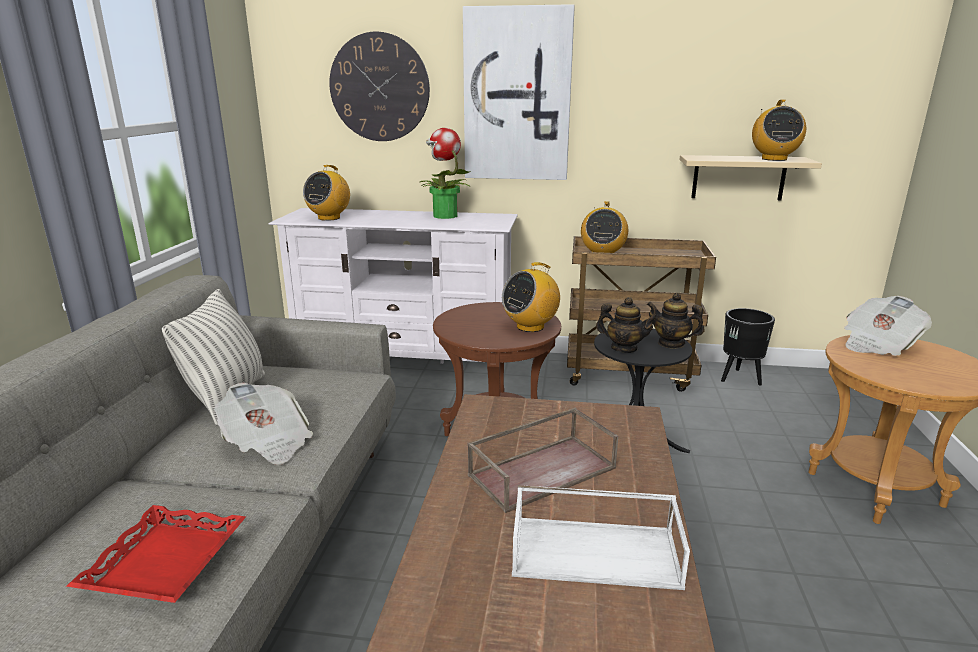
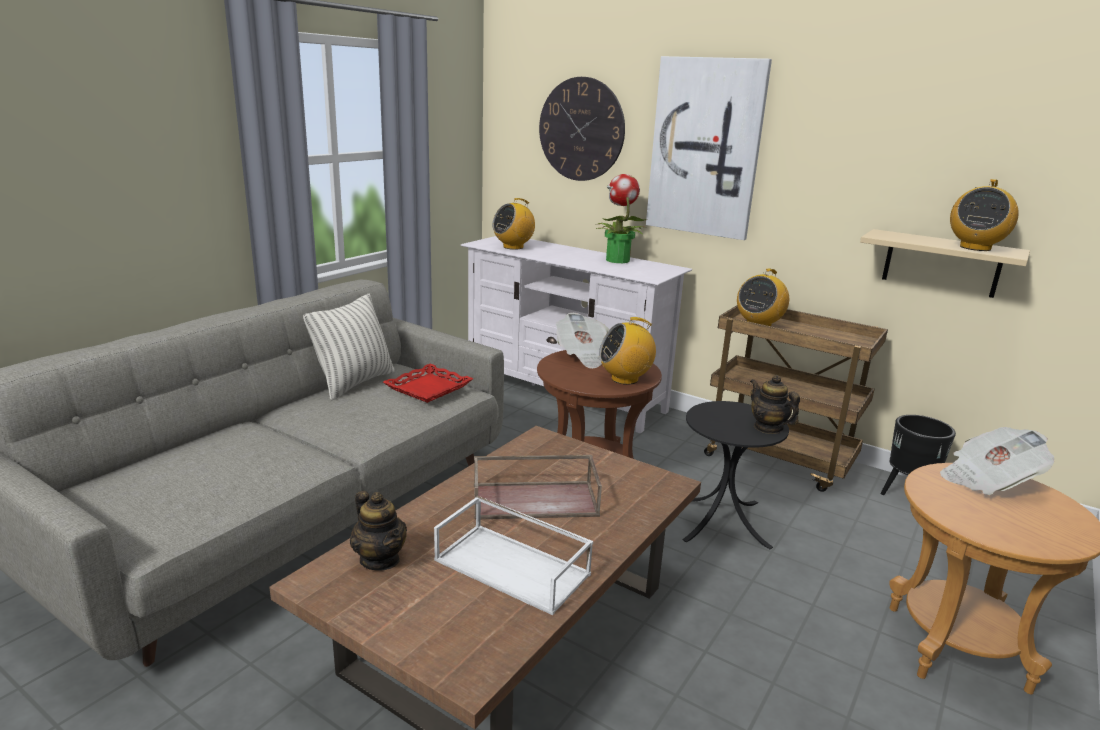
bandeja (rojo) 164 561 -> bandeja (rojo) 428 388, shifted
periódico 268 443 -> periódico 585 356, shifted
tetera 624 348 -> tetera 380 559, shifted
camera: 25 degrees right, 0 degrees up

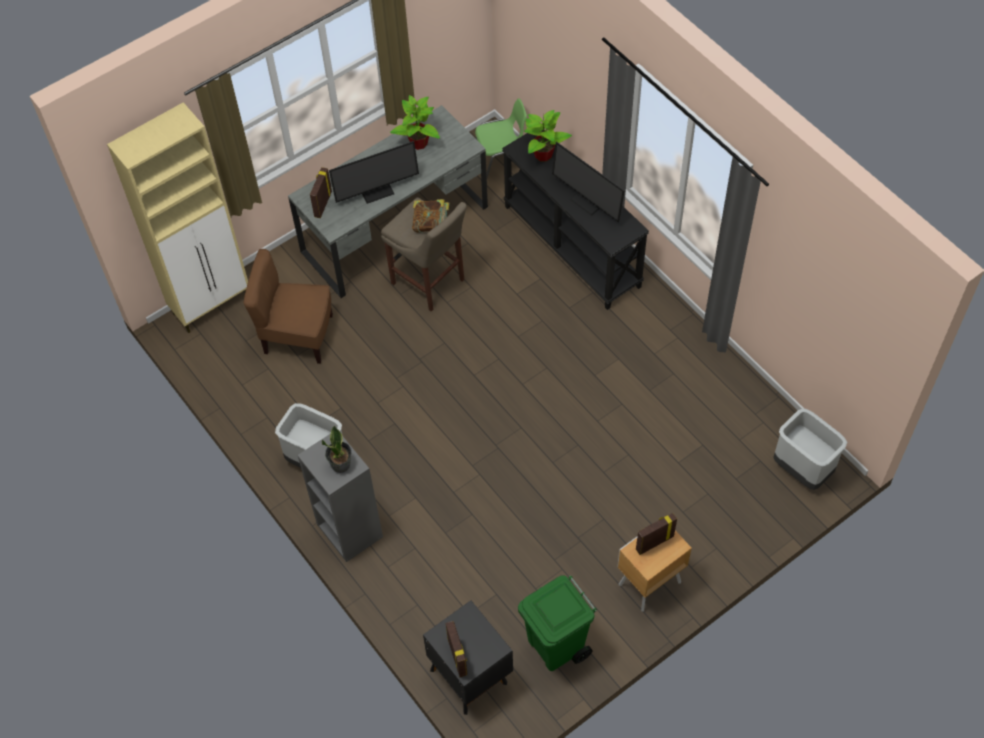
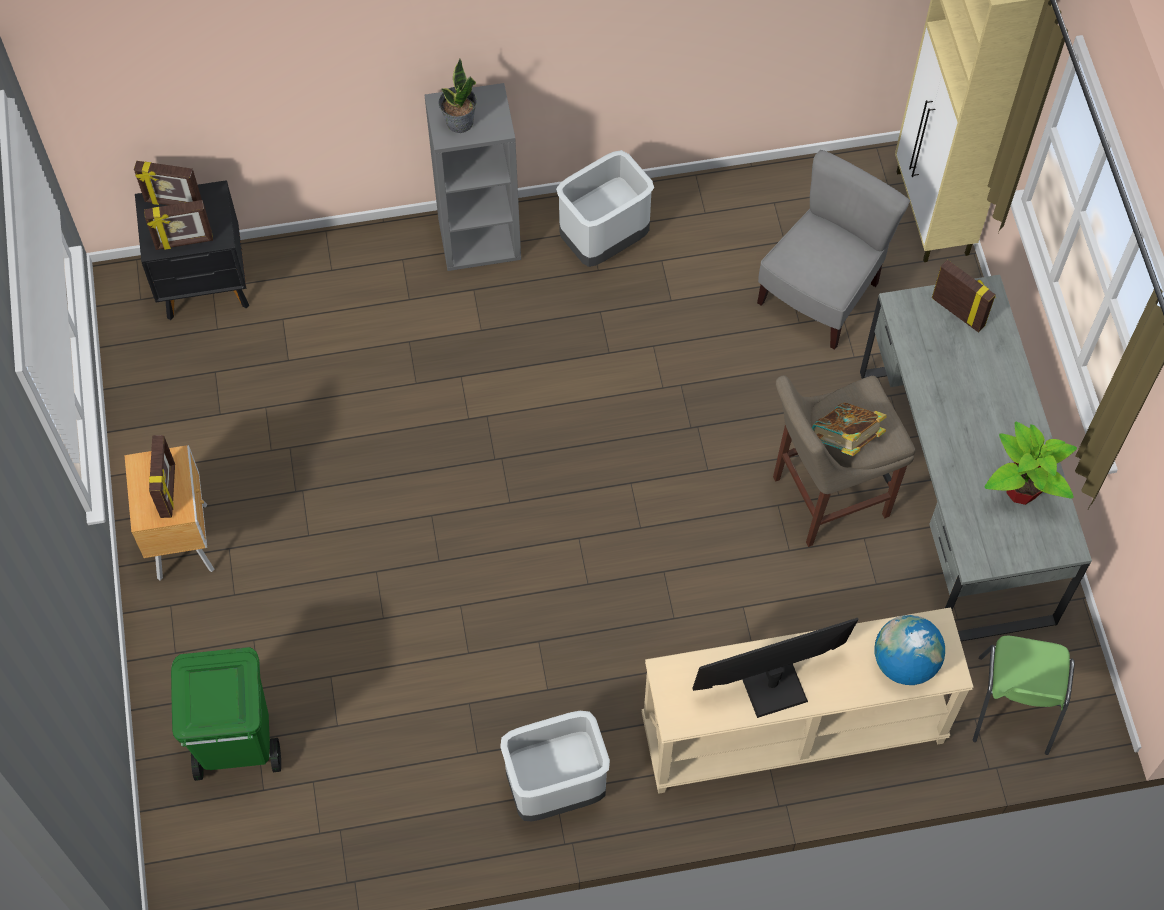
monitor 375 189 -> none
none -> portarretratos 184 242
papelera (verde) 556 646 -> papelera (verde) 237 745, shifted
papelera (gris) 803 469 -> papelera (gris) 555 790, shifted
planta en maceta 543 154 -> globo terráqueo 904 662
silla (marrón) 298 336 -> silla (gris) 820 295
mesa consola (negro) 573 246 -> mesa consola (beis) 792 733
camera: 115 degrees right, 5 degrees up

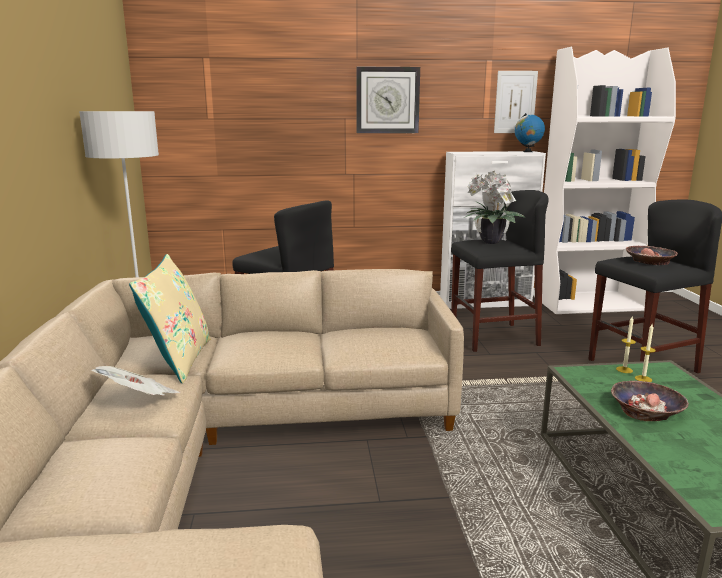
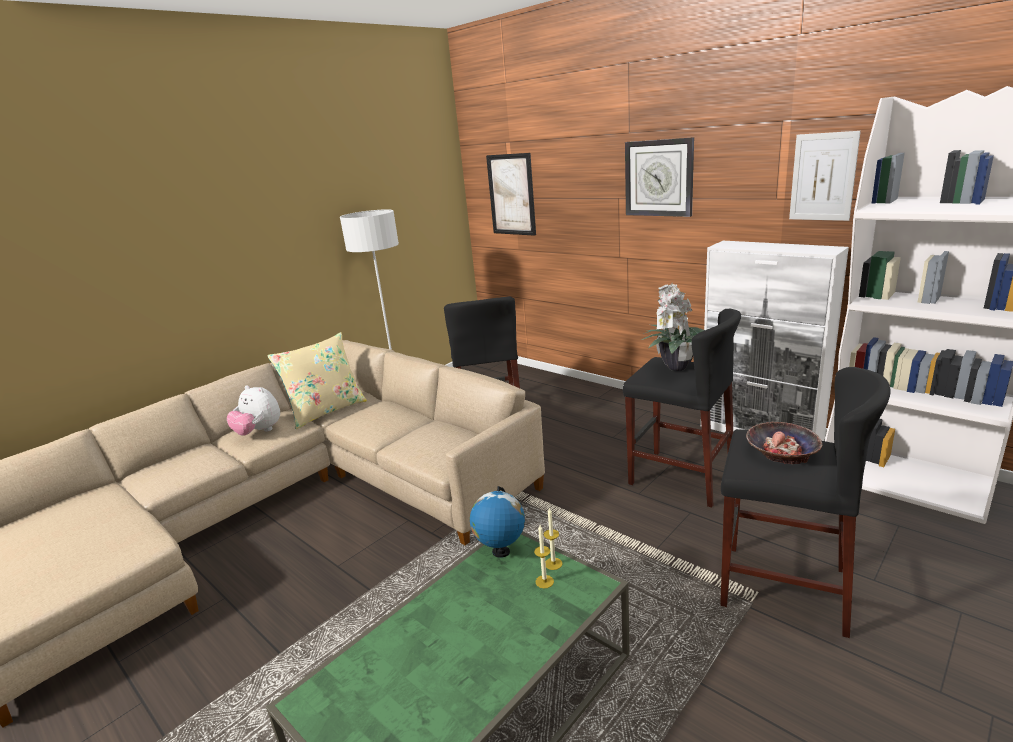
cuenco 646 409 -> none
none -> cuadro 511 195
globo terráqueo 527 152 -> globo terráqueo 500 552, shifted
periódico 139 399 -> peluche 259 432
camera: 50 degrees right, 5 degrees up

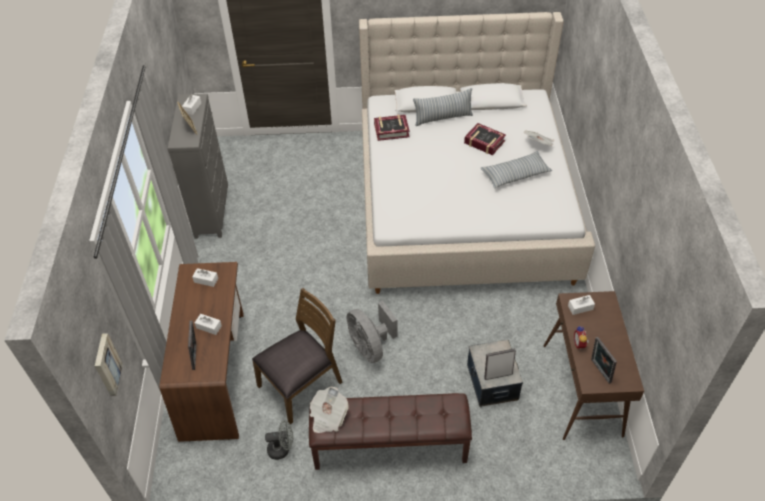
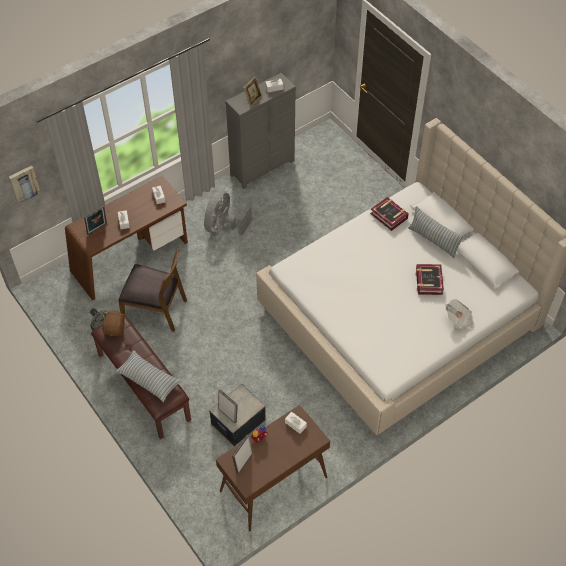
ventilador (gris) 370 346 -> ventilador (gris) 224 226, shifted
cojín 515 174 -> cojín 149 379, shifted
periódico 328 416 -> peluche (marrón) 115 328
camera: 55 degrees right, 5 degrees up

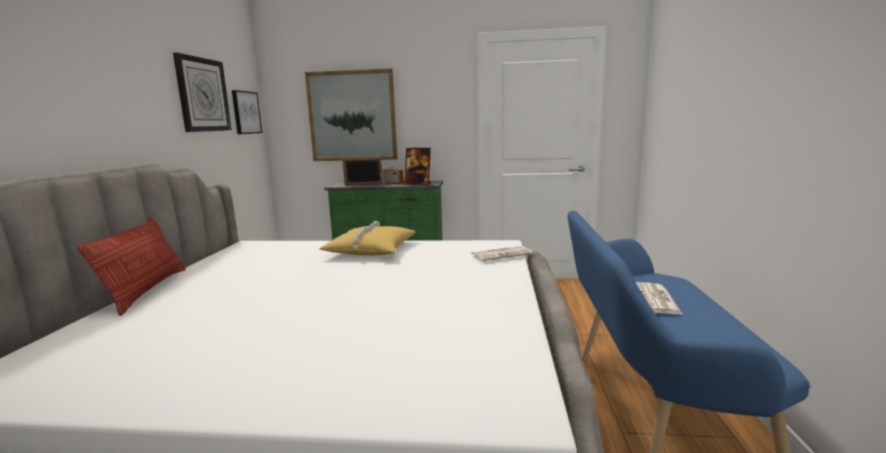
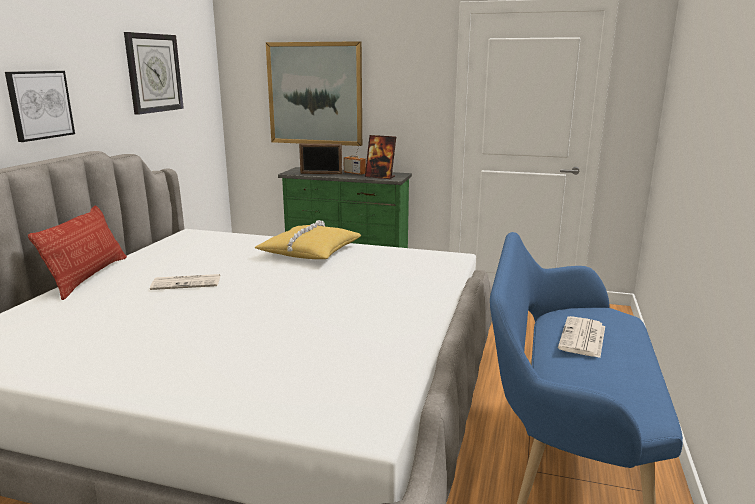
cuadro 246 112 -> cuadro 39 105, shifted
periódico 501 254 -> periódico 187 283, shifted
camera: 10 degrees right, 5 degrees up

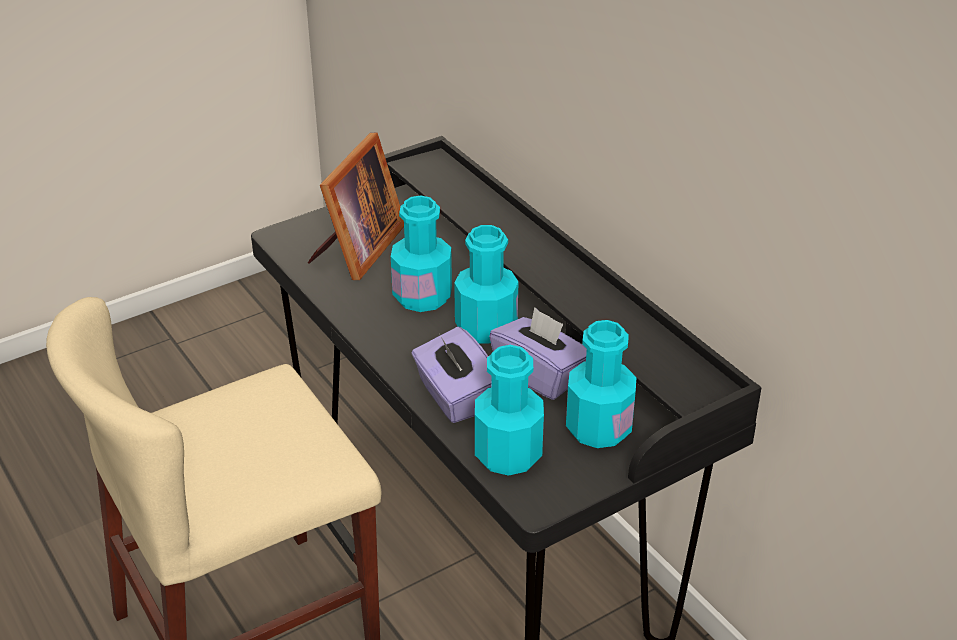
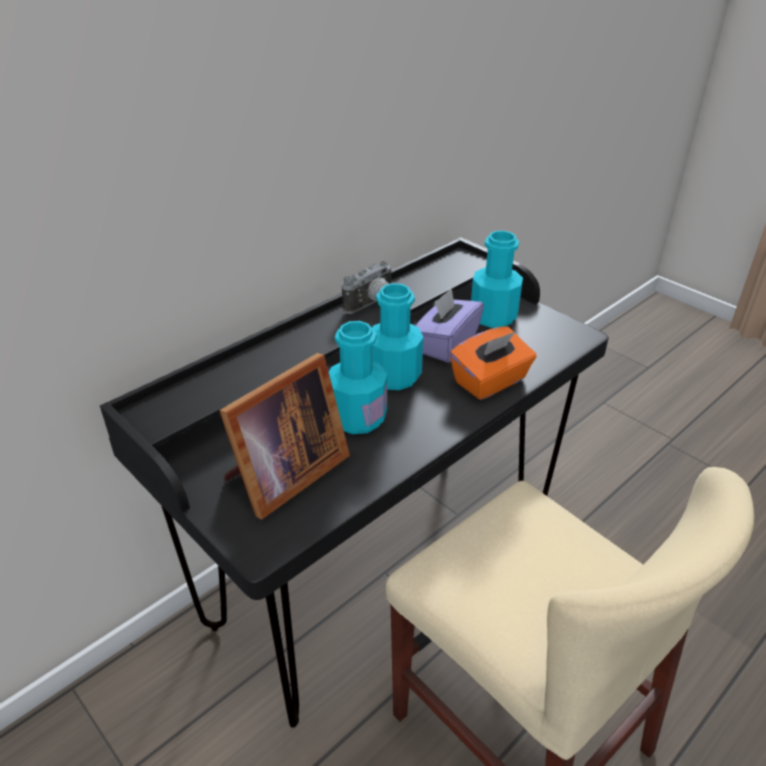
botella (turquesa) 508 454 -> none
none -> cámara 373 304
caja de pañuelos (morado) 455 397 -> caja de pañuelos (naranja) 490 381
portarretratos 357 250 -> portarretratos 283 476, 120 degrees clockwise
camera: 100 degrees left, 0 degrees up

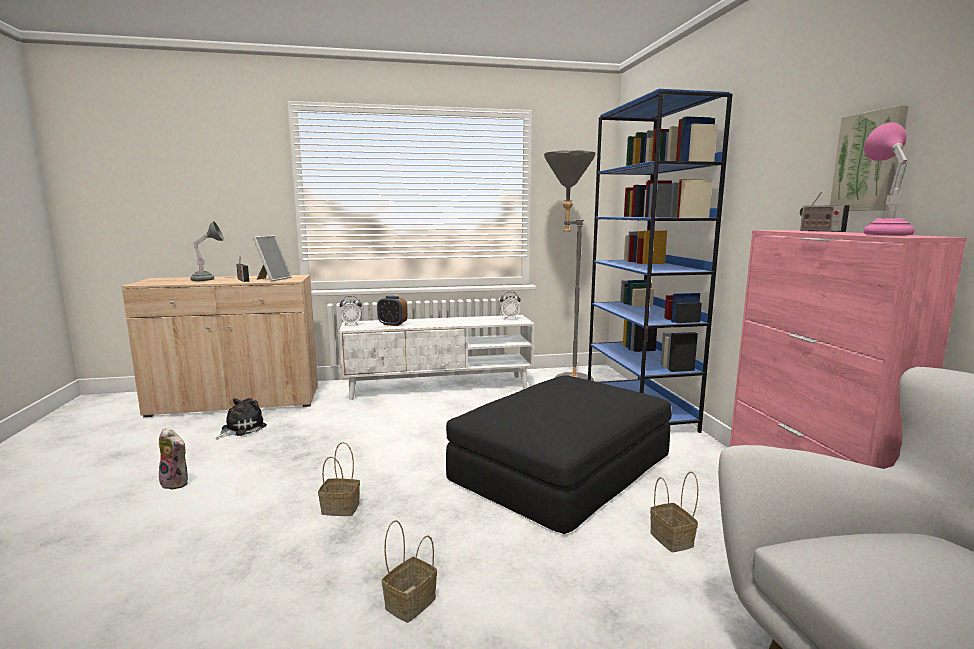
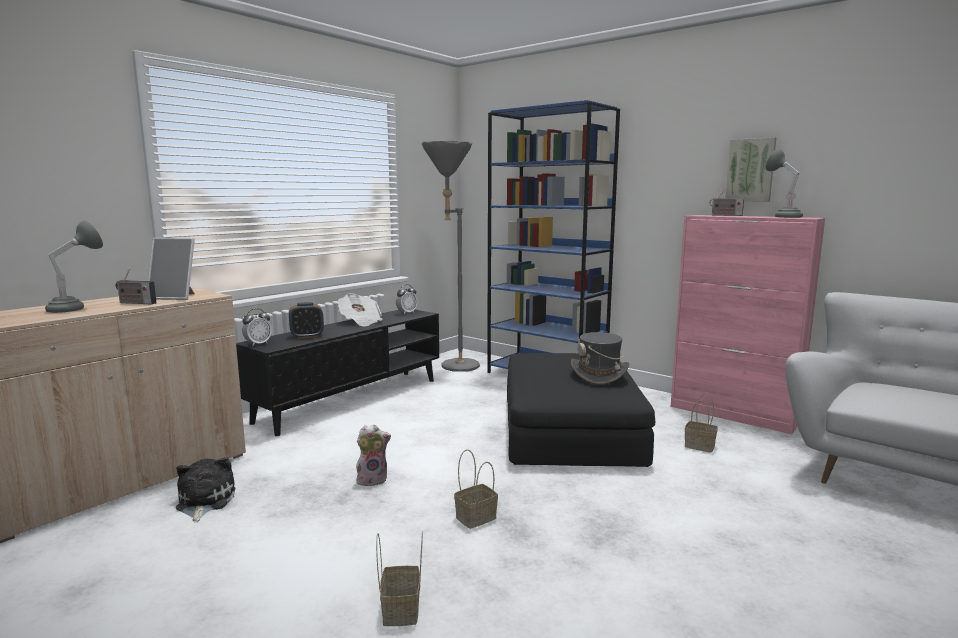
none -> periódico 360 321
none -> sombrero (gris) 599 374
peluche 177 483 -> peluche 373 479, shifted
cesta 410 604 -> cesta 402 611, shifted
mueble de televisión (blanco) 439 387 -> mueble de televisión (negro) 351 400
lámpara de mesa (rosa) 882 234 -> lámpara de mesa (gris) 781 217
portarretratos 273 279 -> portarretratos 176 297, 120 degrees clockwise
camera: 40 degrees left, 0 degrees up

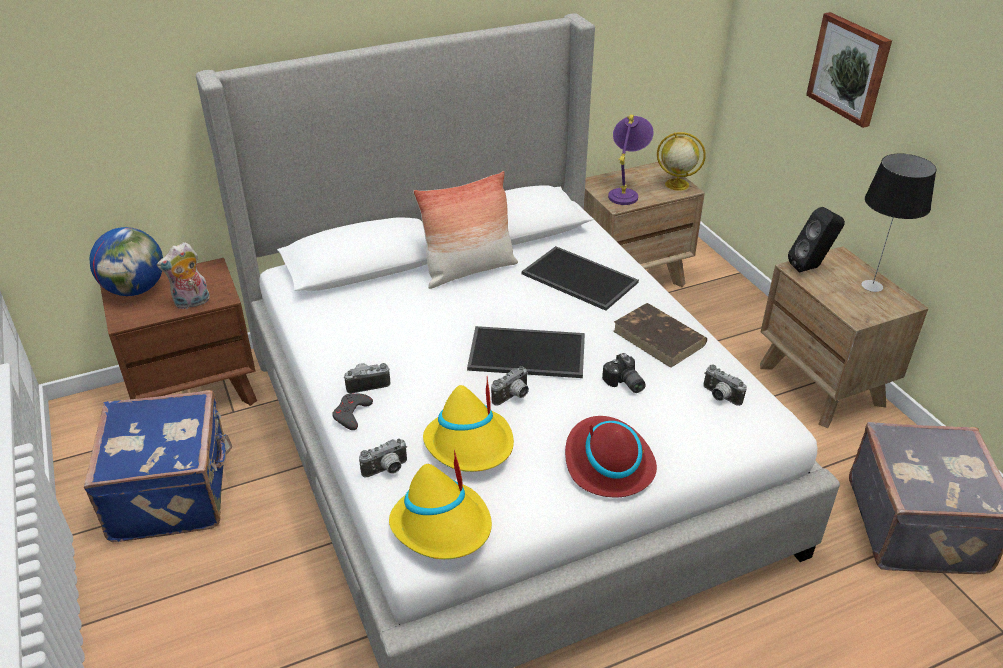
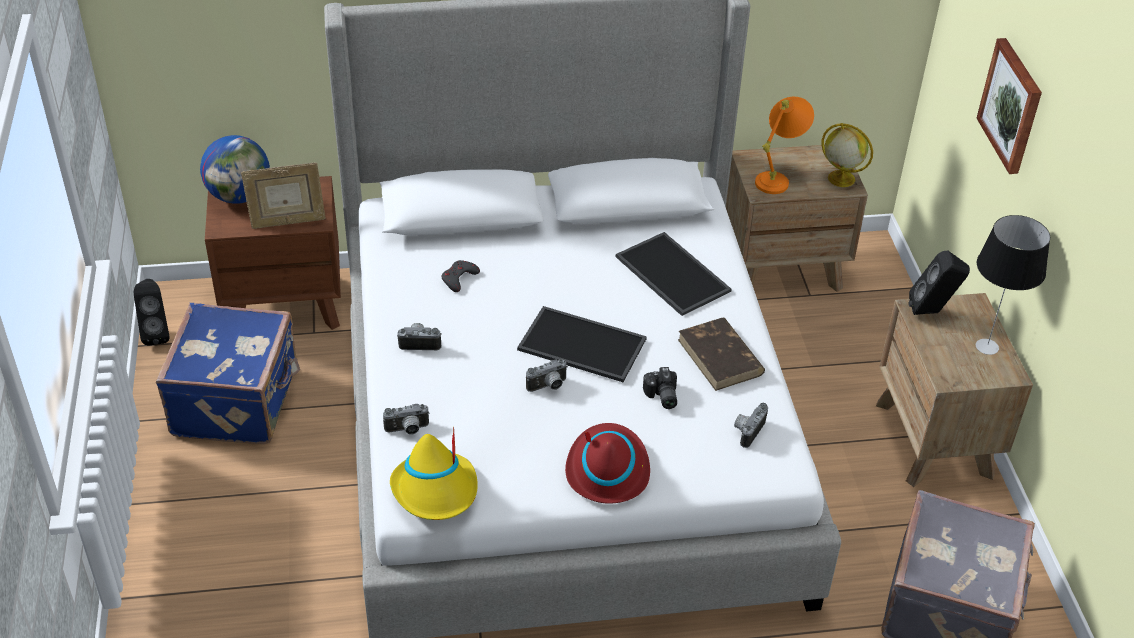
cojín 469 270 -> none
sombrero (amarillo) 470 445 -> none
none -> altavoz (negro) 156 333
mando de consola (gris) 352 414 -> mando de consola (gris) 459 278, shifted
peluche 191 303 -> portarretratos 287 222
lámpara de mesa (morado) 626 192 -> lámpara de mesa (naranja) 778 178
cámara 719 397 -> cámara 747 431, 60 degrees clockwise
camera: 15 degrees right, 5 degrees up

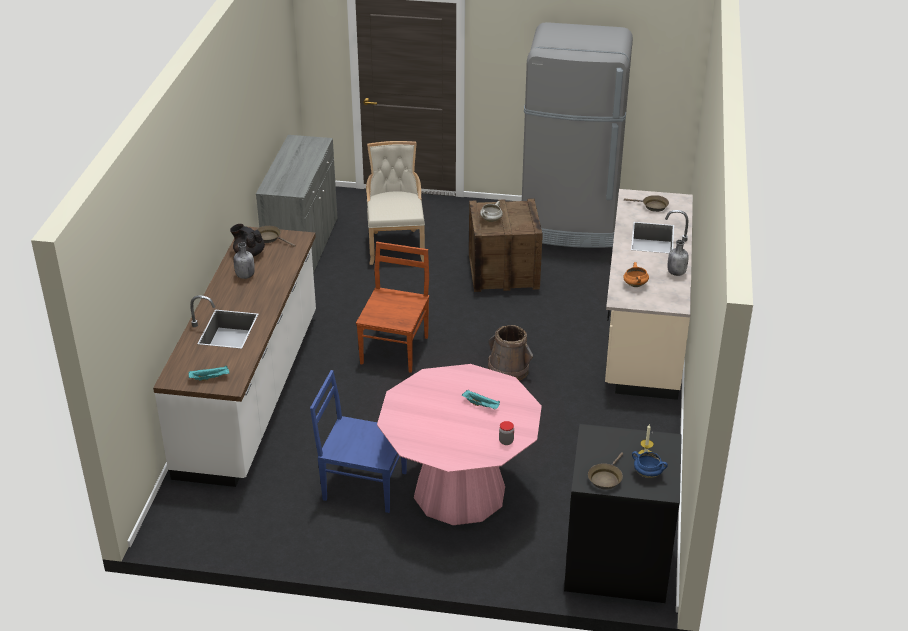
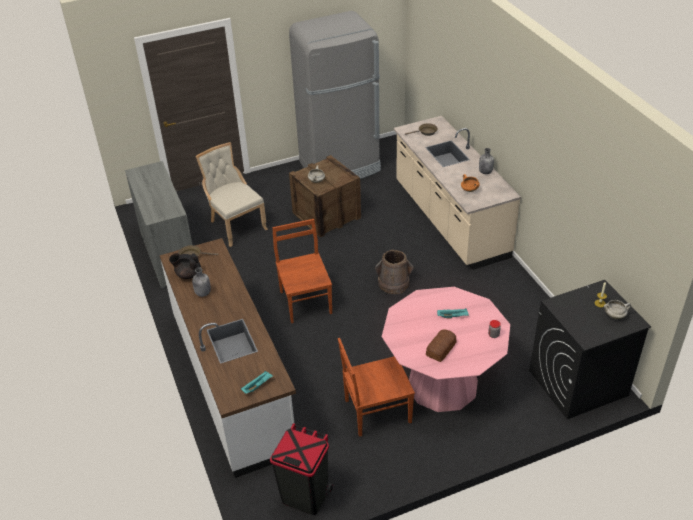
sartén (marrón) 605 478 -> none
none -> papelera (negro) 305 496
none -> pan 441 349
silla (azul) 362 485 -> silla (marrón) 376 411
olla (azul) 648 473 -> olla (blanco) 614 315
camera: 30 degrees left, 5 degrees up

